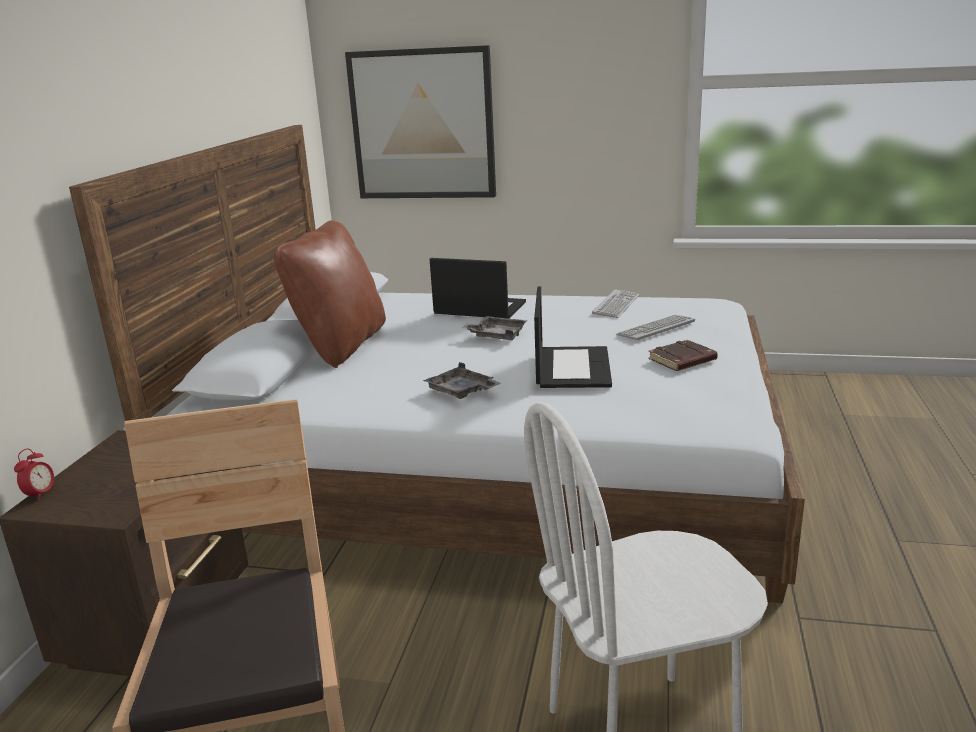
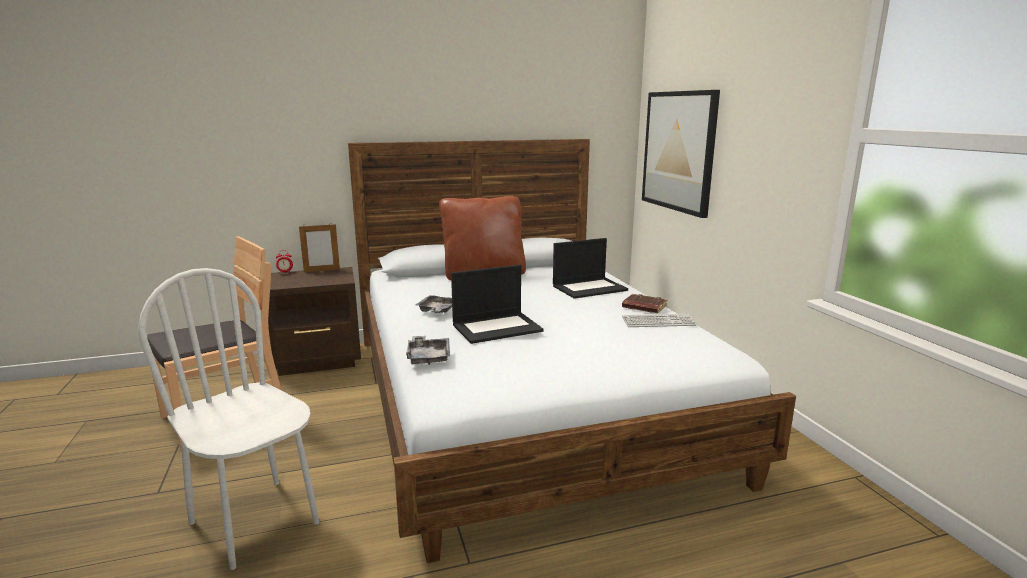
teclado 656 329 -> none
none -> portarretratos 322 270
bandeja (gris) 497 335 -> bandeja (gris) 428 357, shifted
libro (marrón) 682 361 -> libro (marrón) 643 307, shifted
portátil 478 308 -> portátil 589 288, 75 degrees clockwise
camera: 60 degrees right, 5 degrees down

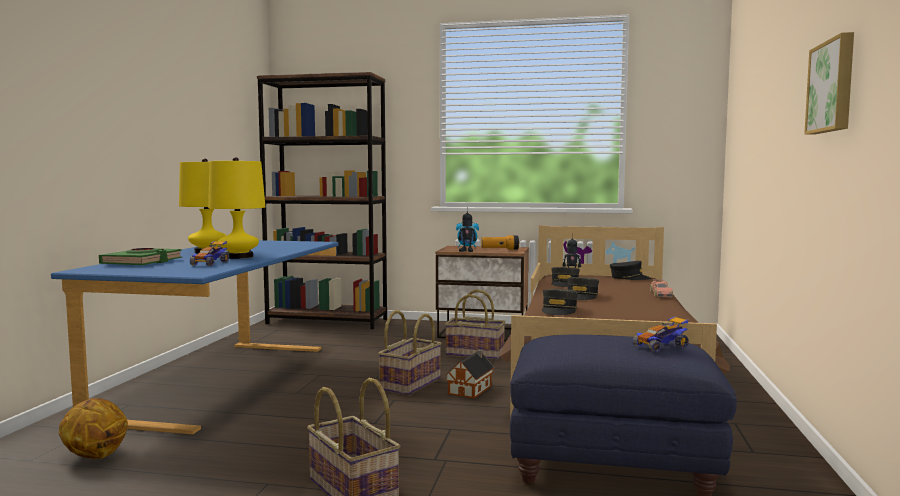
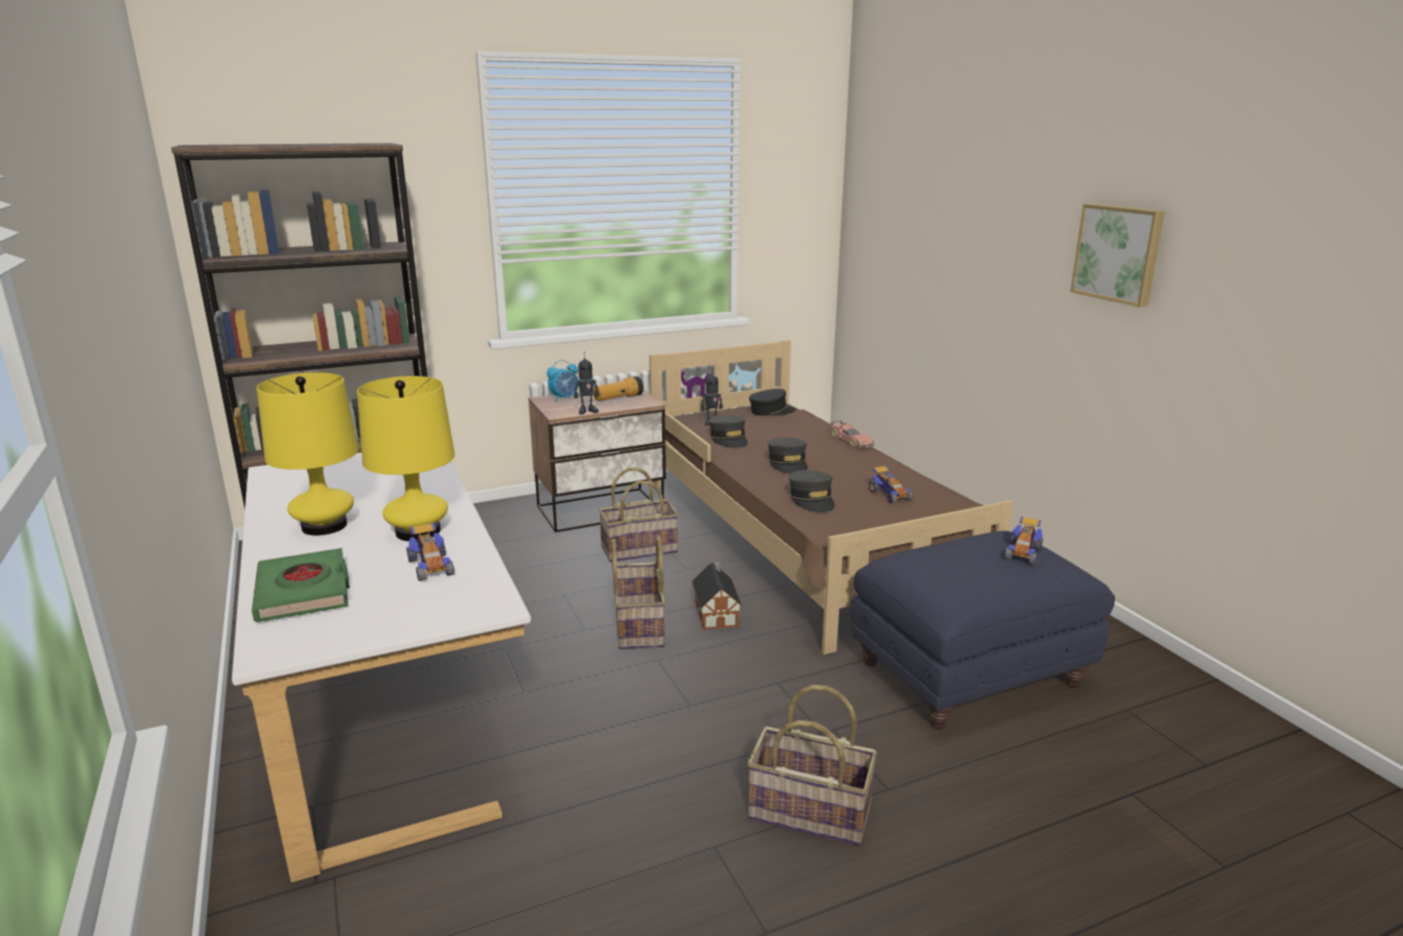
balón de baloncesto 95 456 -> none
none -> coche de juguete 889 495
escritorio (azul) 227 381 -> escritorio (blanco) 390 706
camera: 35 degrees left, 15 degrees up

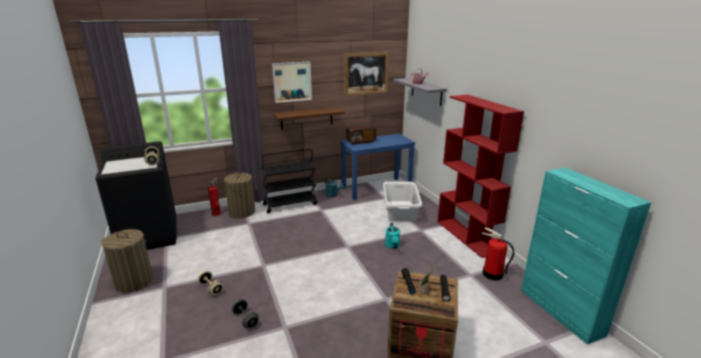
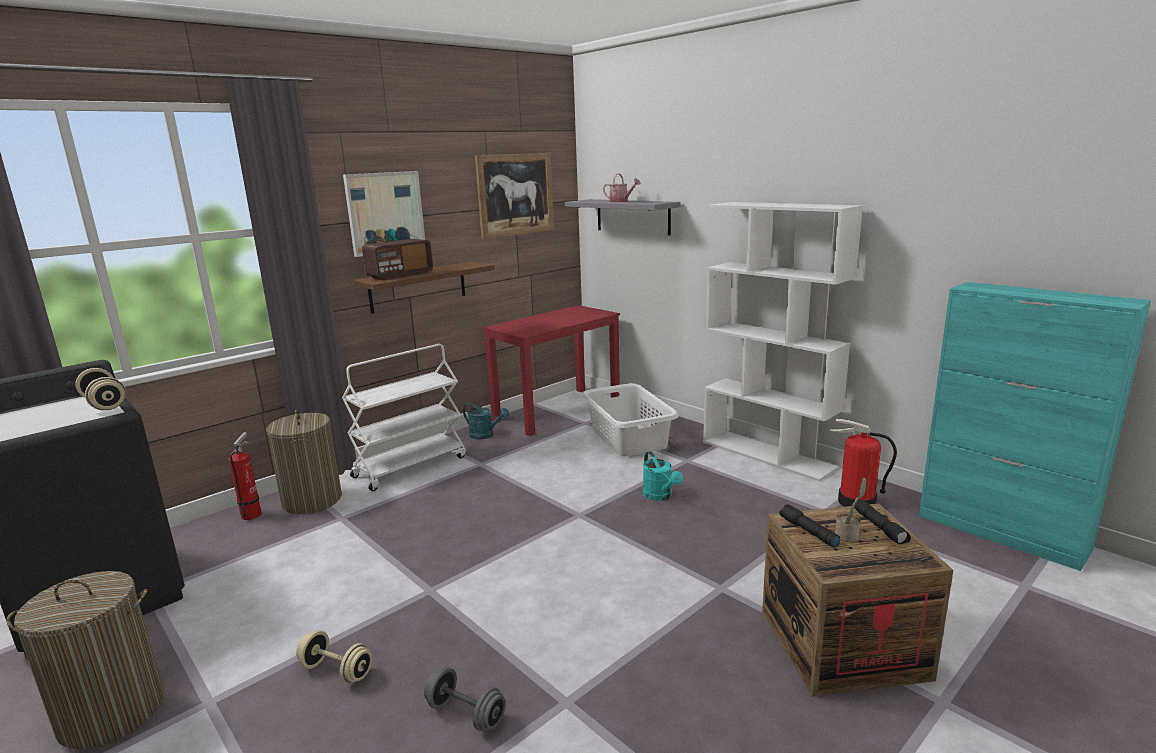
radio 361 142 -> radio 400 275, shifted
carrito (negro) 290 204 -> carrito (blanco) 410 466
escritorio (azul) 376 188 -> escritorio (rojo) 558 410
estantería (rojo) 467 236 -> estantería (blanco) 768 454
camera: 20 degrees left, 5 degrees down

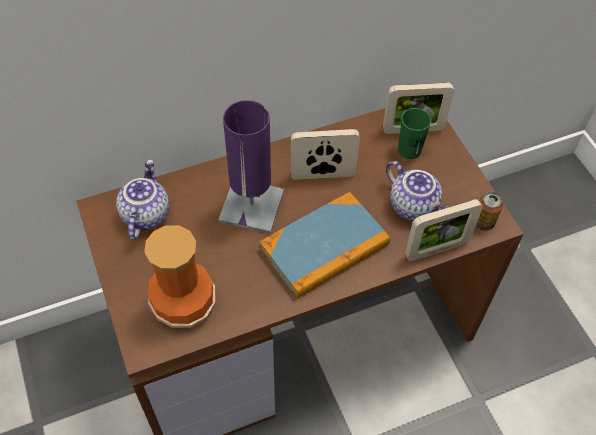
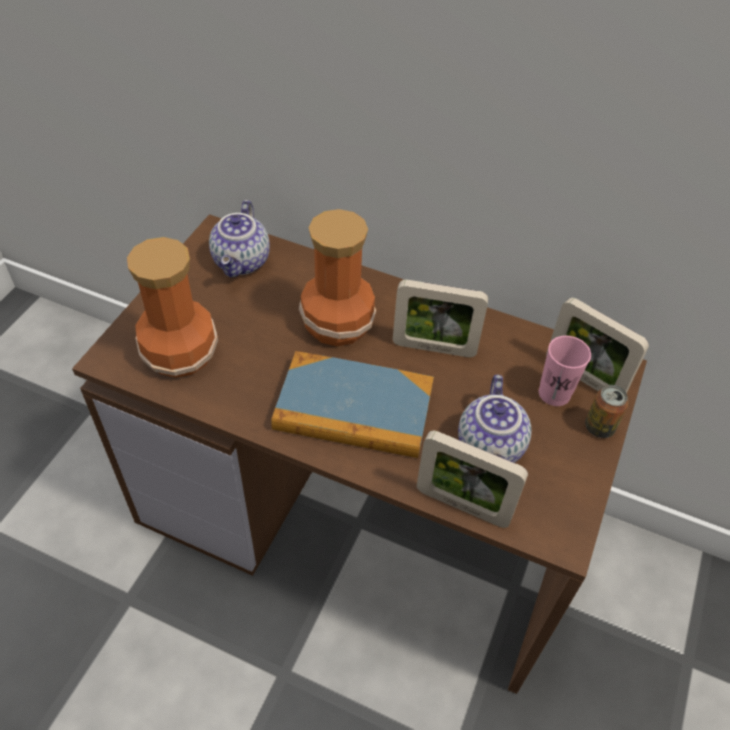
lata 483 222 -> lata 599 427, shifted
lámpara de mesa (morado) 251 206 -> florero 335 323
taza (verde) 409 150 -> taza (rosa) 554 393
tetera 144 214 -> tetera 243 262, 135 degrees clockwise
portarretratos 322 175 -> portarretratos 434 348, 150 degrees clockwise
camera: 45 degrees right, 5 degrees down

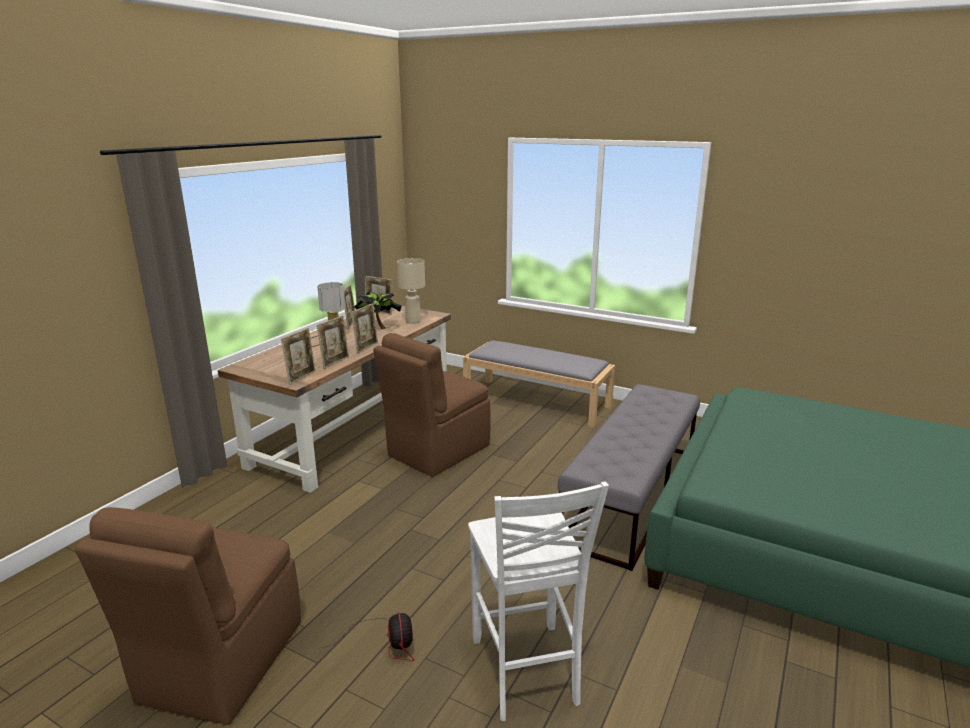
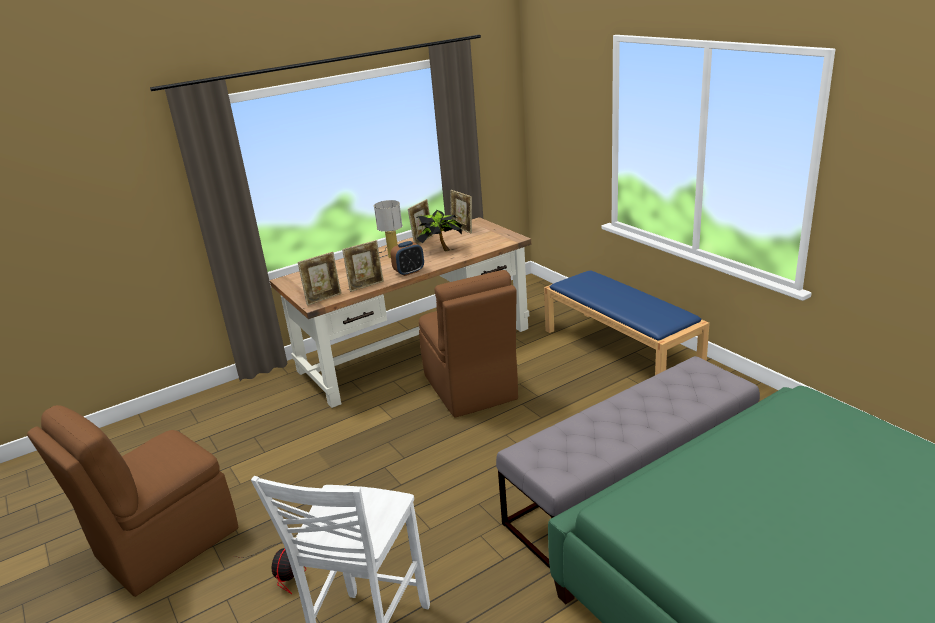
lámpara de mesa (beis) 413 321 -> none
portarretratos 366 347 -> despertador 409 272
banco (gris) 537 402 -> banco (azul) 621 350
silla (marrón) 436 451 -> silla (marrón) 470 389, 90 degrees counterclockwise
camera: 30 degrees right, 5 degrees up

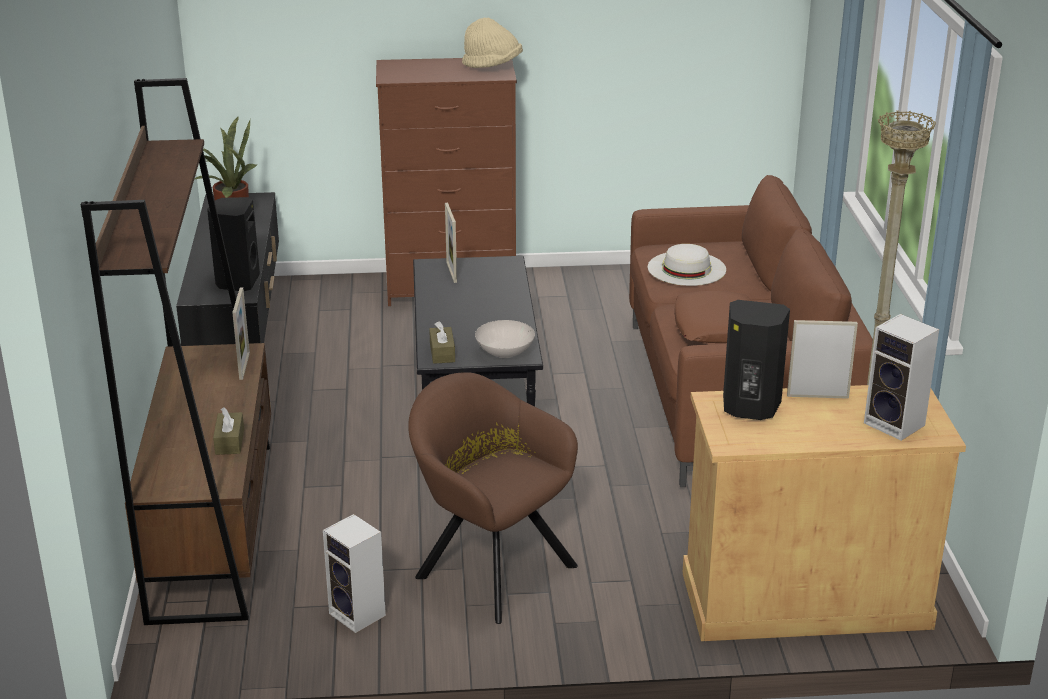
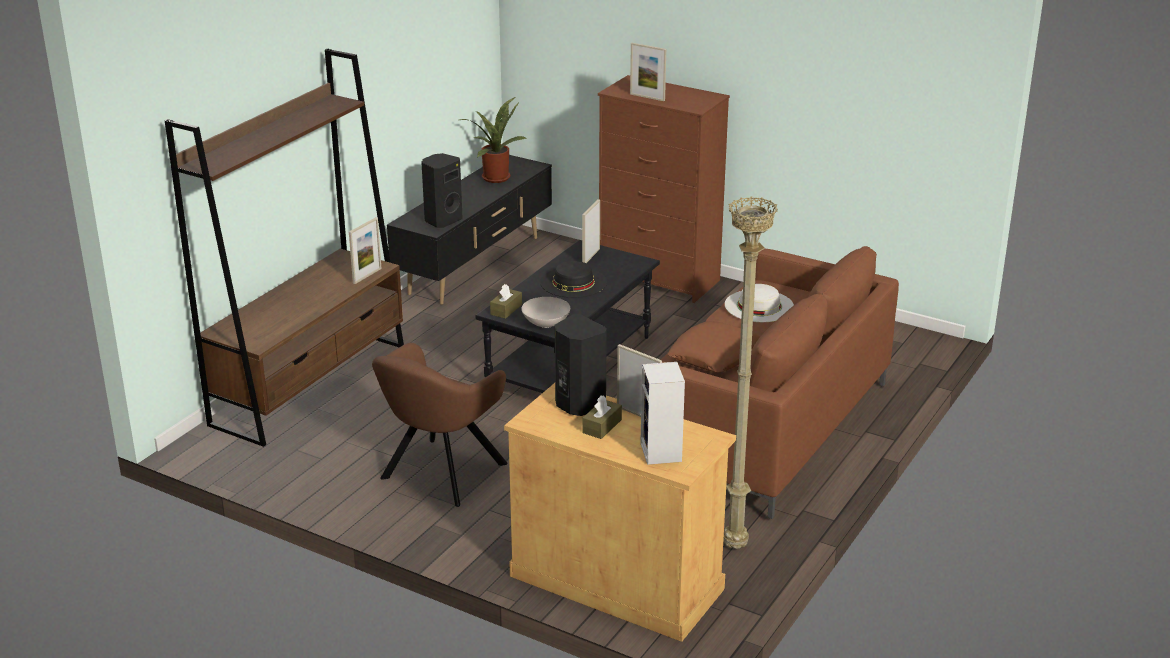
altavoz 359 615 -> none
sombrero (beis) 492 66 -> none
none -> sombrero (negro) 573 282
none -> portarretratos 647 97
caja de pañuelos (marrón) 229 441 -> caja de pañuelos (marrón) 602 426, shifted
sillón (marrón) 490 567 -> sillón (marrón) 439 474, 135 degrees counterclockwise
camera: 35 degrees right, 0 degrees up

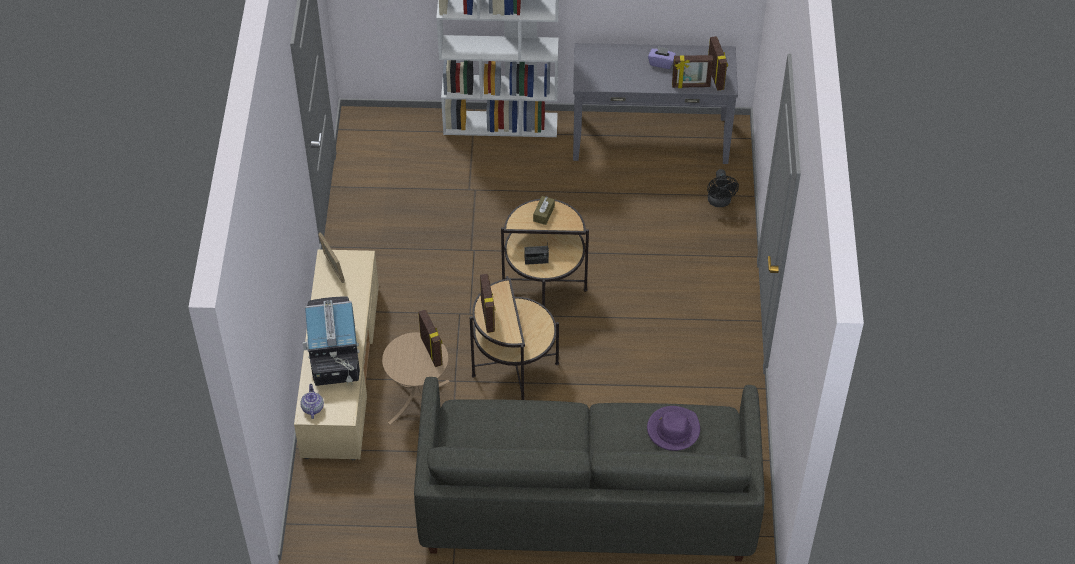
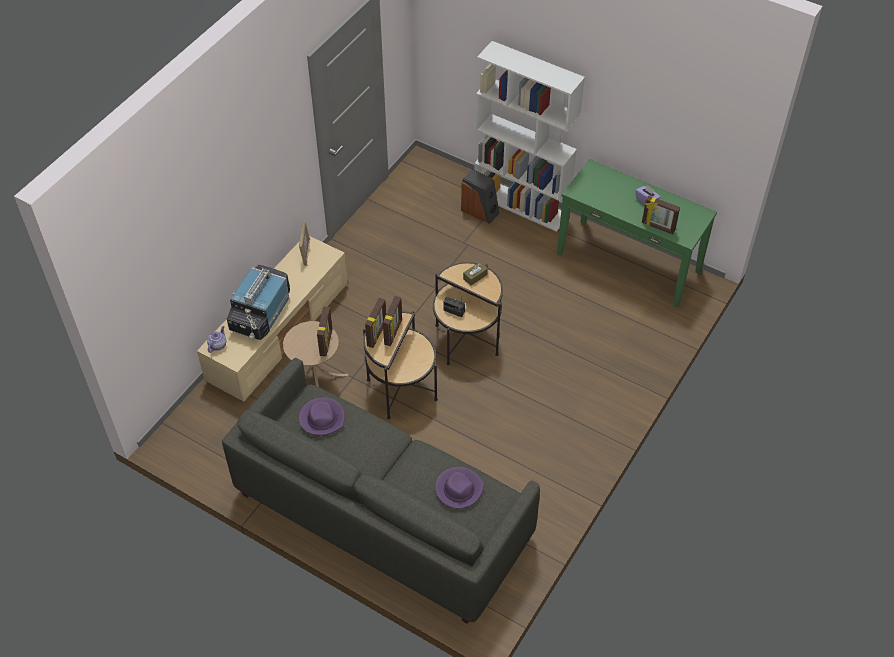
ventilador (negro) 719 202 -> none
none -> sombrero (morado) 322 418
none -> altavoz 480 211
portarretratos 716 77 -> portarretratos 393 332, shifted
mesa consola (gris) 650 138 -> mesa consola (verde) 628 262
camera: 30 degrees right, 0 degrees up

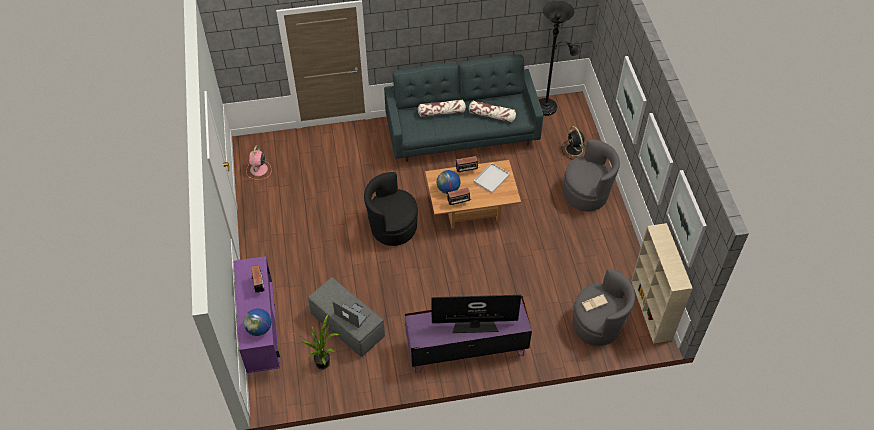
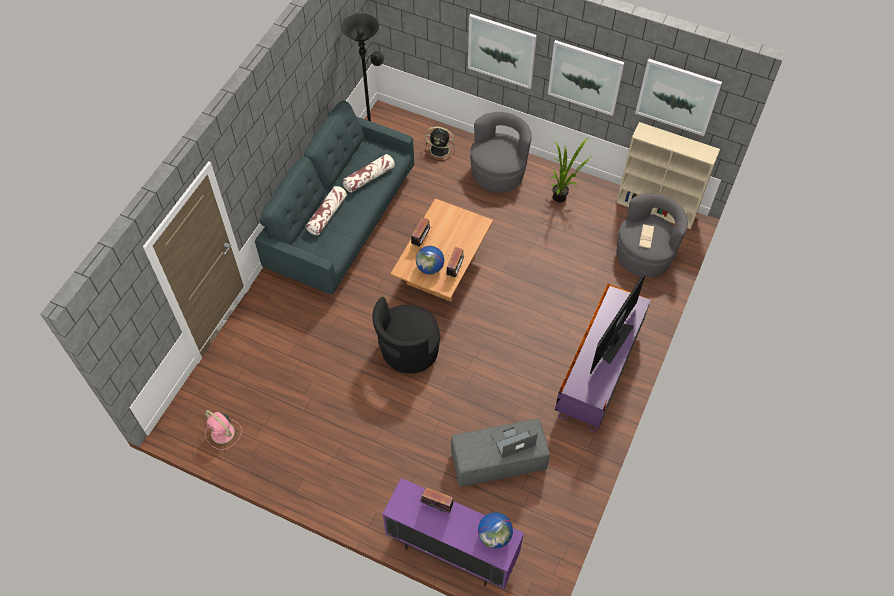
bandeja (blanco) 491 178 -> none
planta en maceta 325 366 -> planta en maceta 562 197, shifted
camera: 55 degrees left, 5 degrees up

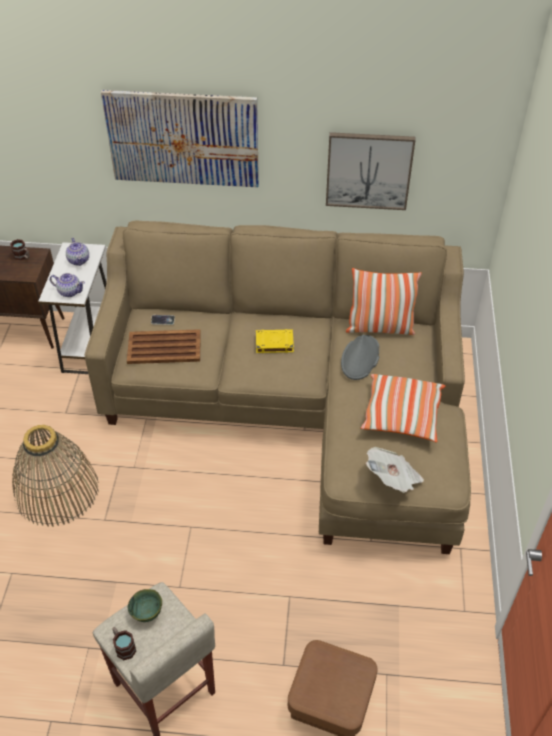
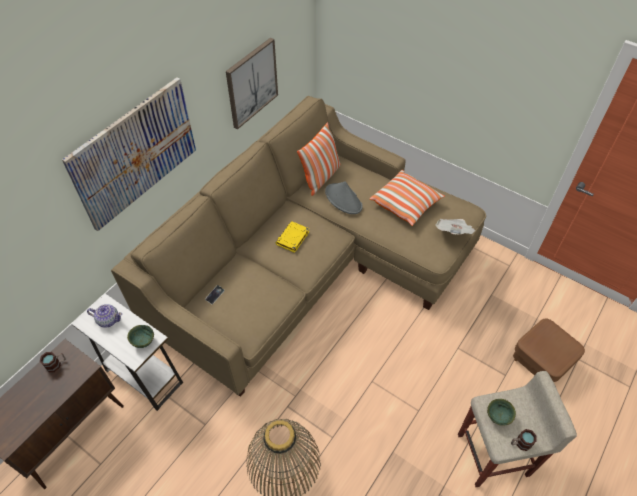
bandeja (marrón) 163 347 -> none
tetera 69 291 -> cuenco (verde) 143 342
camera: 60 degrees left, 5 degrees up

